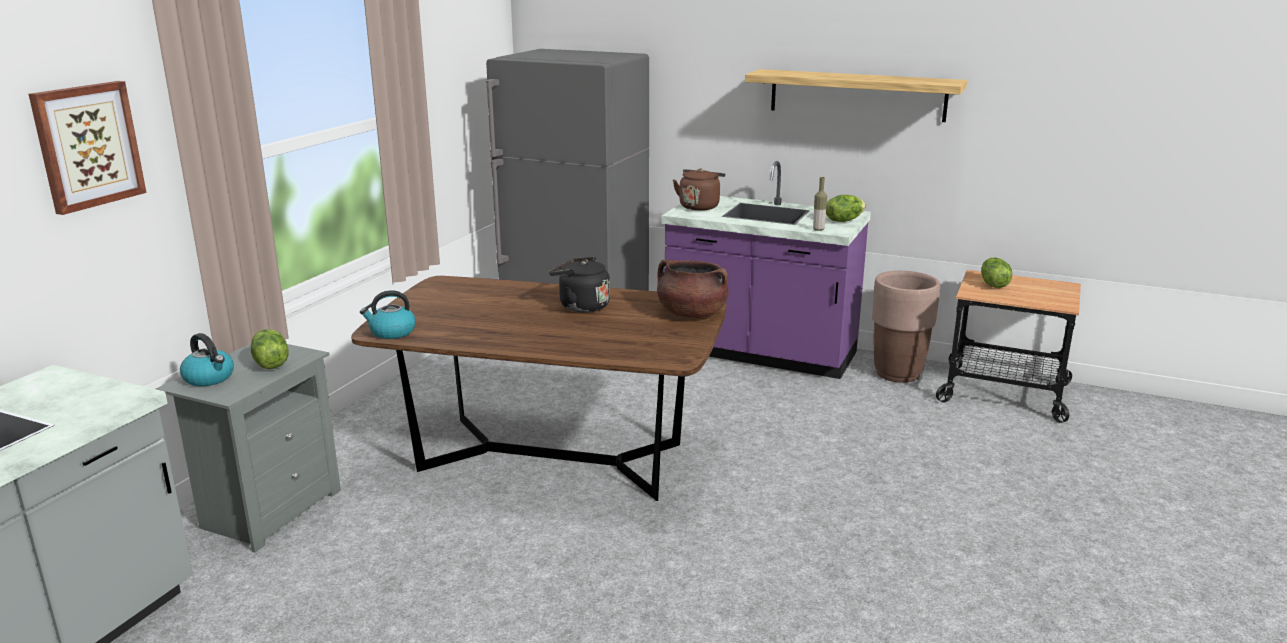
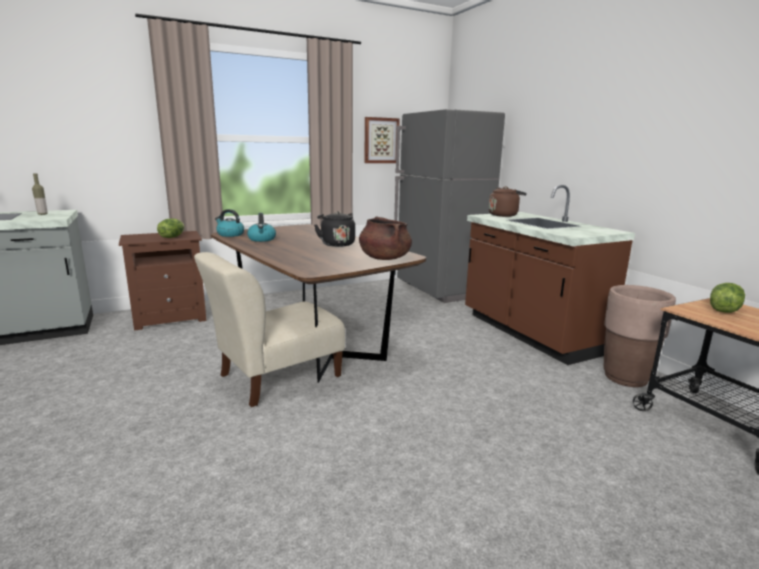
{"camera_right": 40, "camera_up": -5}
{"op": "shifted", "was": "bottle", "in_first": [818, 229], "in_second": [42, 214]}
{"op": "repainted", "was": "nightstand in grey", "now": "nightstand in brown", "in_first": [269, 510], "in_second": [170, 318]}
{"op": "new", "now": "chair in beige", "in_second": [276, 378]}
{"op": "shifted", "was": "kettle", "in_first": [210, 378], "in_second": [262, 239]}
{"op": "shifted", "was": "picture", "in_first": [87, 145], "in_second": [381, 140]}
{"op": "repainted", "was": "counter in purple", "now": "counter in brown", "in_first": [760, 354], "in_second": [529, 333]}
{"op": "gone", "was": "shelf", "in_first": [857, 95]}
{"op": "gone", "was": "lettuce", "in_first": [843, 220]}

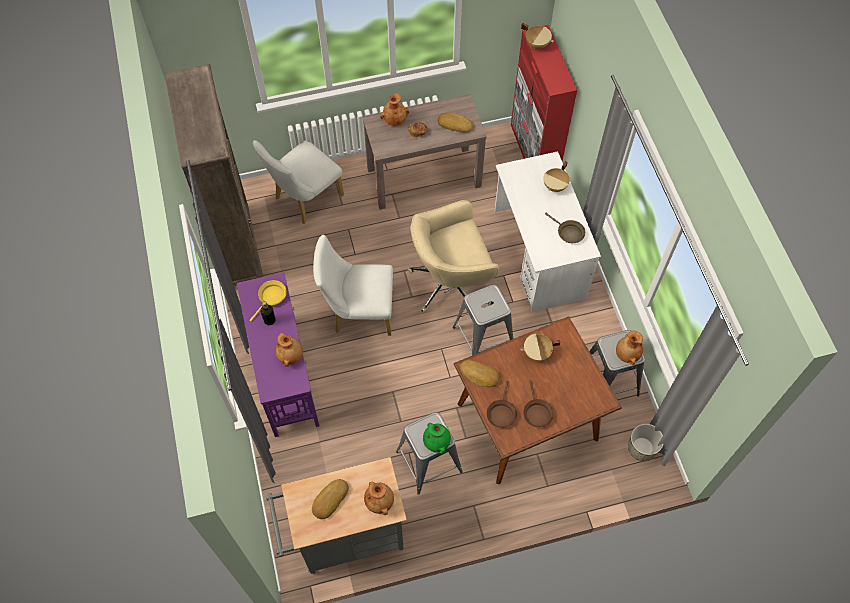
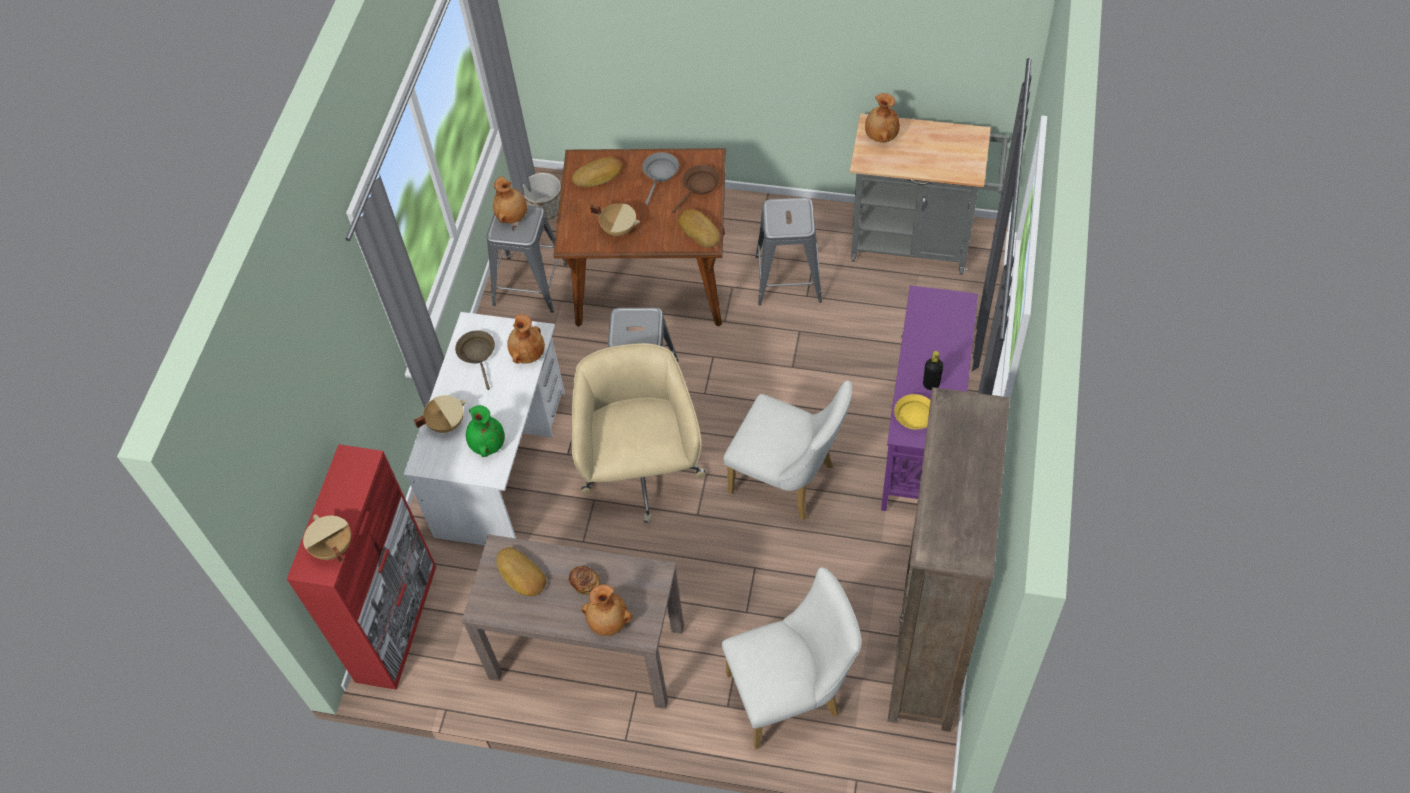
{"camera_right": -150, "camera_up": -5}
{"op": "shifted", "was": "vase in green", "in_first": [437, 442], "in_second": [487, 444]}
{"op": "shifted", "was": "vase in brown", "in_first": [291, 356], "in_second": [527, 353]}
{"op": "rotated", "was": "office chair in beige", "in_first": [451, 282], "in_second": [642, 472], "clockwise": -105}
{"op": "shifted", "was": "bread", "in_first": [329, 499], "in_second": [598, 175]}
{"op": "repainted", "was": "frying pan in brown", "now": "frying pan in grey", "in_first": [536, 412], "in_second": [660, 174]}

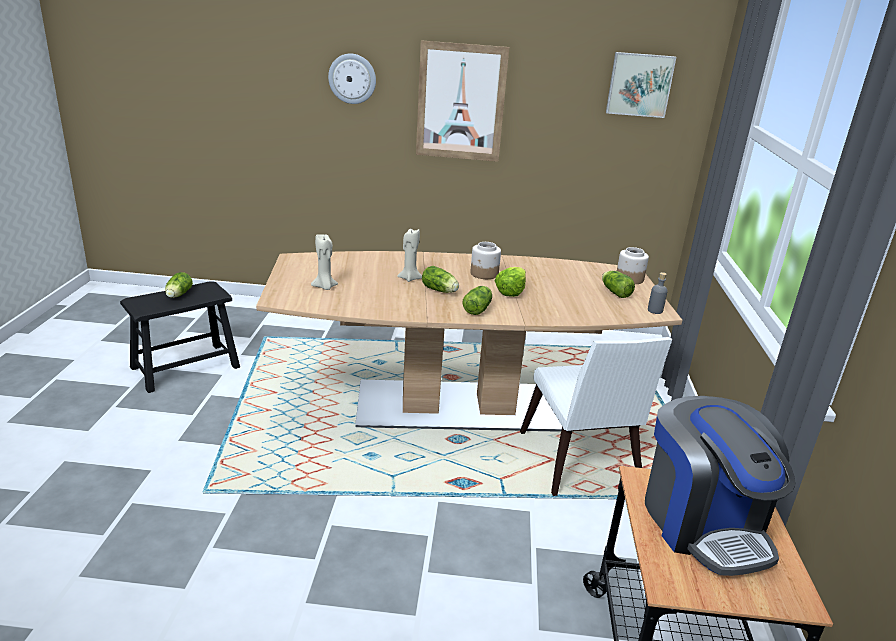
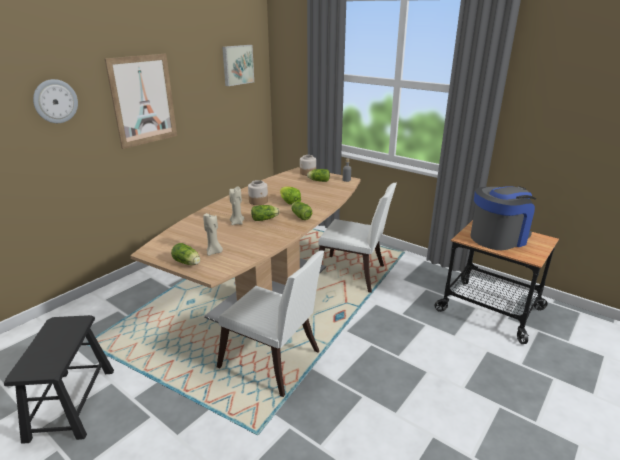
{"camera_right": -55, "camera_up": 0}
{"op": "shifted", "was": "lettuce", "in_first": [178, 295], "in_second": [188, 263]}
{"op": "new", "now": "chair in white", "in_second": [274, 363]}
{"op": "rotated", "was": "coffee machine", "in_first": [703, 523], "in_second": [498, 238], "clockwise": -45}

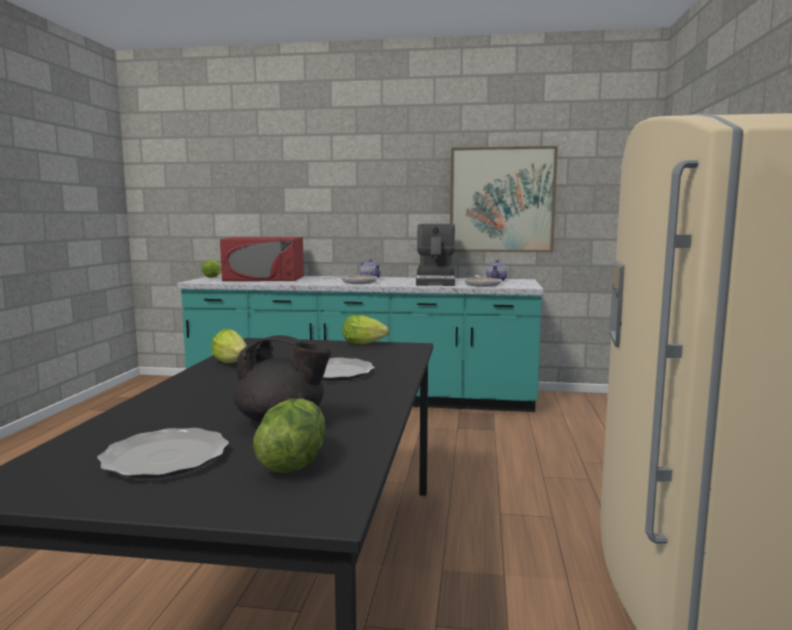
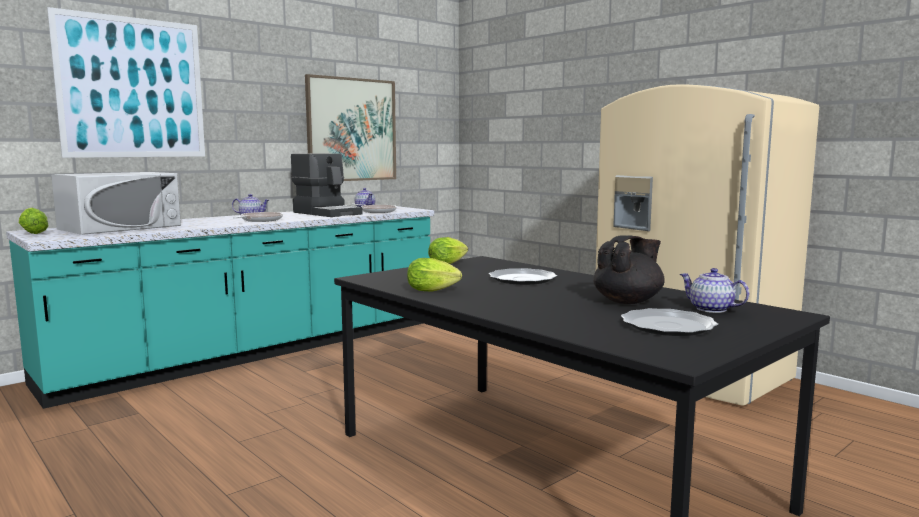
{"camera_right": -50, "camera_up": 0}
{"op": "new", "now": "picture", "in_second": [132, 88]}
{"op": "repainted", "was": "microwave in red", "now": "microwave in white", "in_first": [264, 278], "in_second": [120, 227]}
{"op": "swapped", "was": "lettuce", "now": "teapot", "in_first": [292, 462], "in_second": [711, 309]}

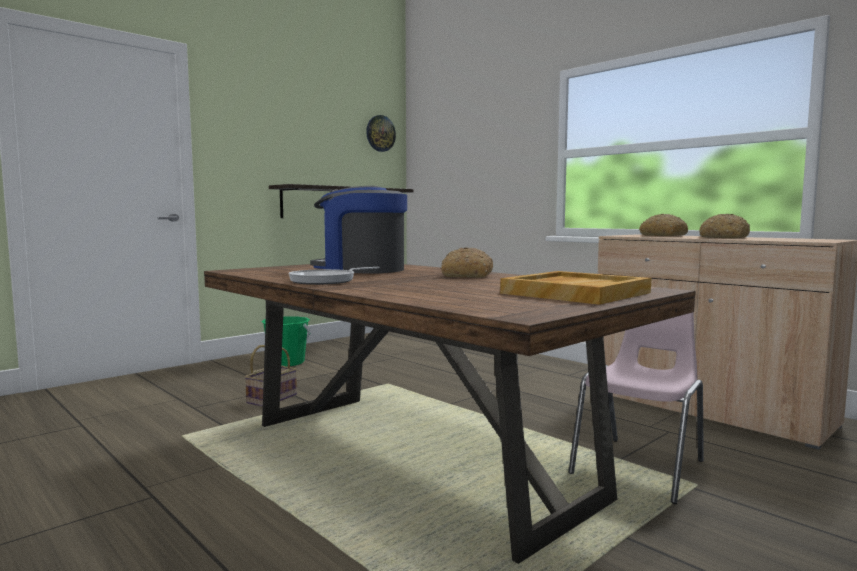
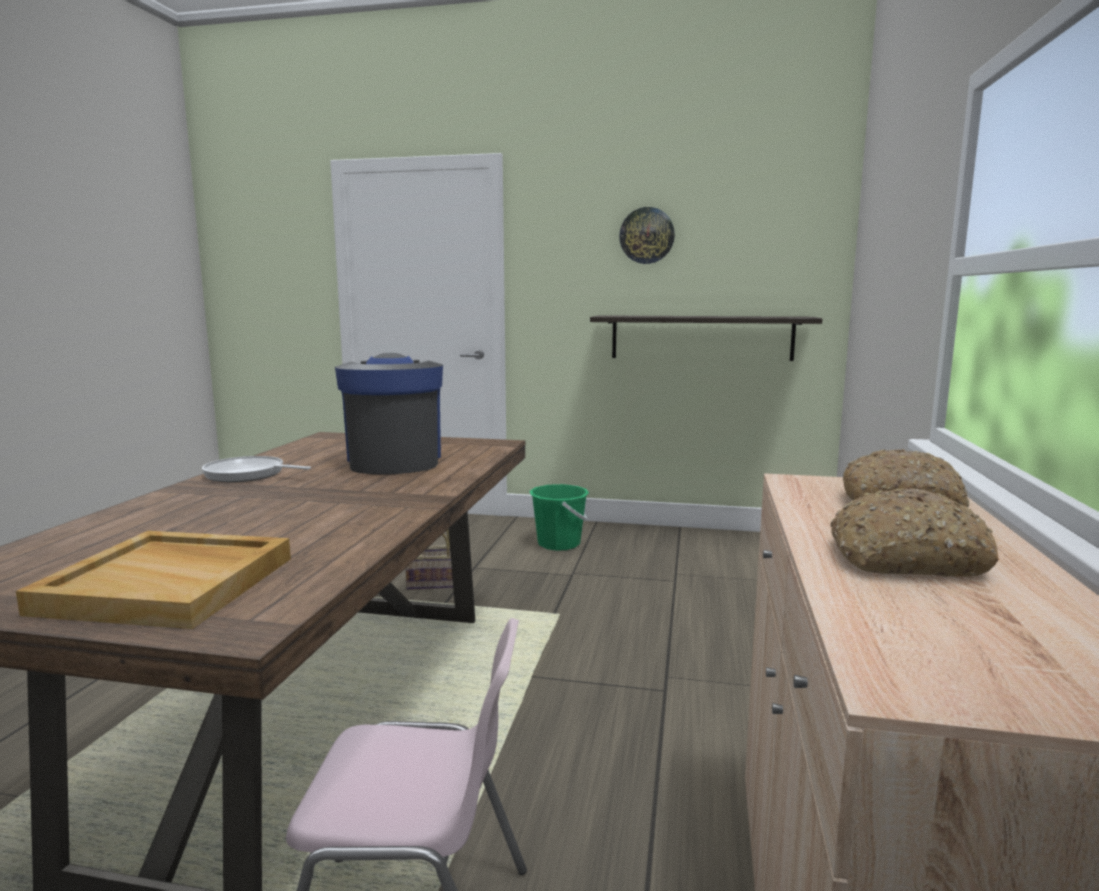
{"camera_right": 55, "camera_up": 5}
{"op": "shifted", "was": "wall clock", "in_first": [380, 133], "in_second": [647, 235]}
{"op": "gone", "was": "bread", "in_first": [467, 275]}

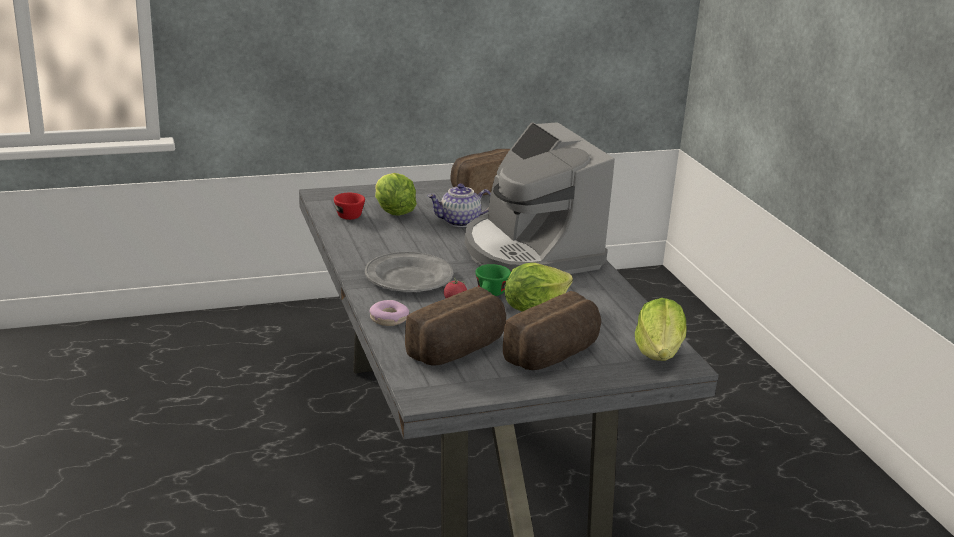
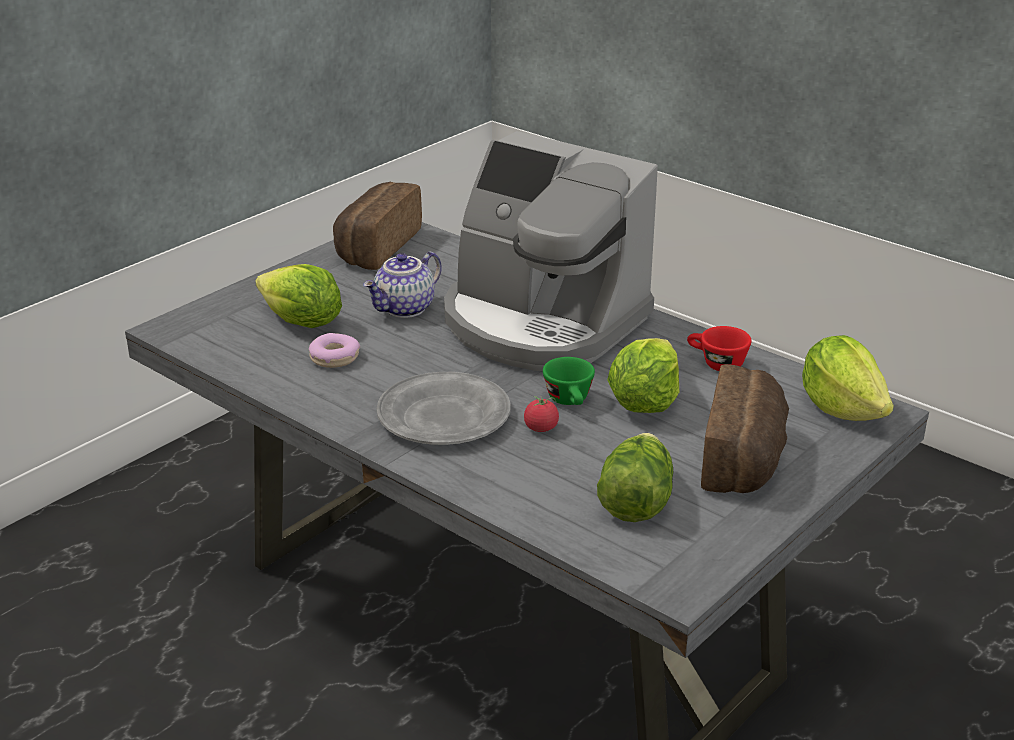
{"camera_right": -30, "camera_up": 5}
{"op": "shifted", "was": "donut", "in_first": [389, 319], "in_second": [335, 358]}
{"op": "swapped", "was": "bread", "now": "lettuce", "in_first": [459, 351], "in_second": [635, 499]}
{"op": "shifted", "was": "cup in red", "in_first": [347, 215], "in_second": [716, 363]}

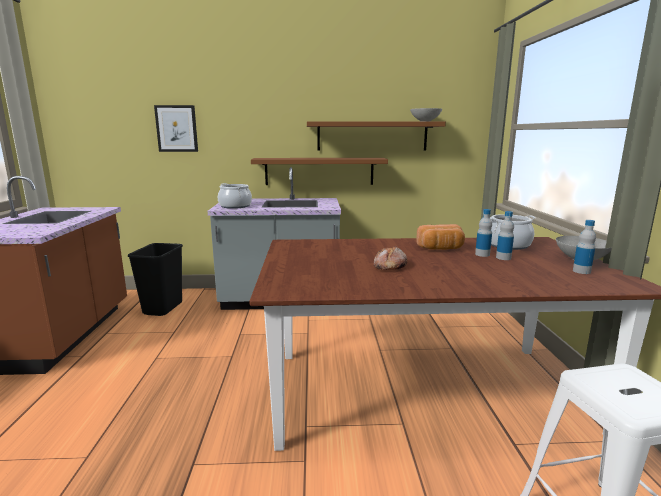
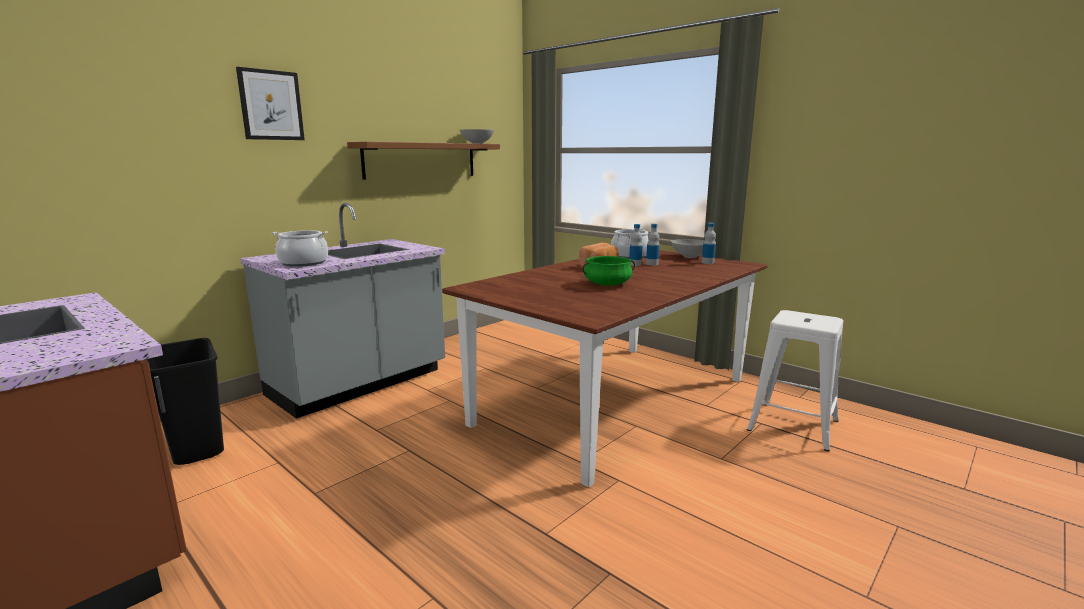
{"camera_right": -45, "camera_up": 0}
{"op": "shifted", "was": "picture", "in_first": [176, 128], "in_second": [271, 105]}
{"op": "swapped", "was": "bread", "now": "cooking pot in green", "in_first": [389, 266], "in_second": [607, 284]}
{"op": "gone", "was": "shelf in brown", "in_first": [319, 171]}

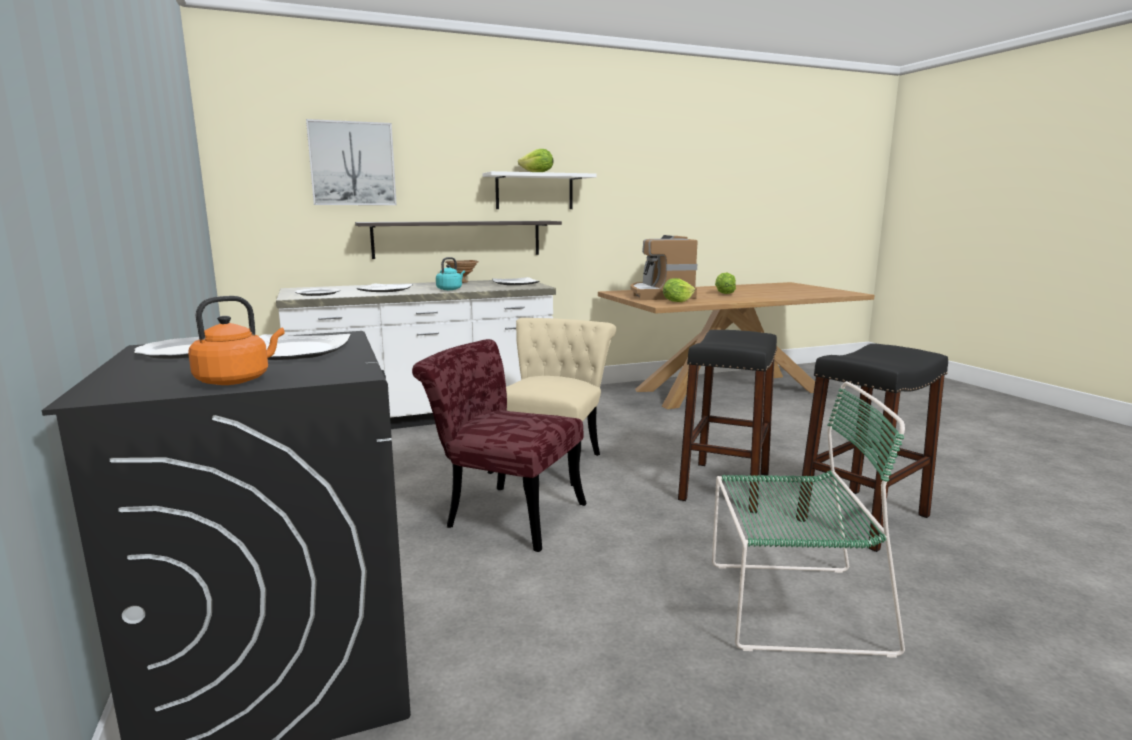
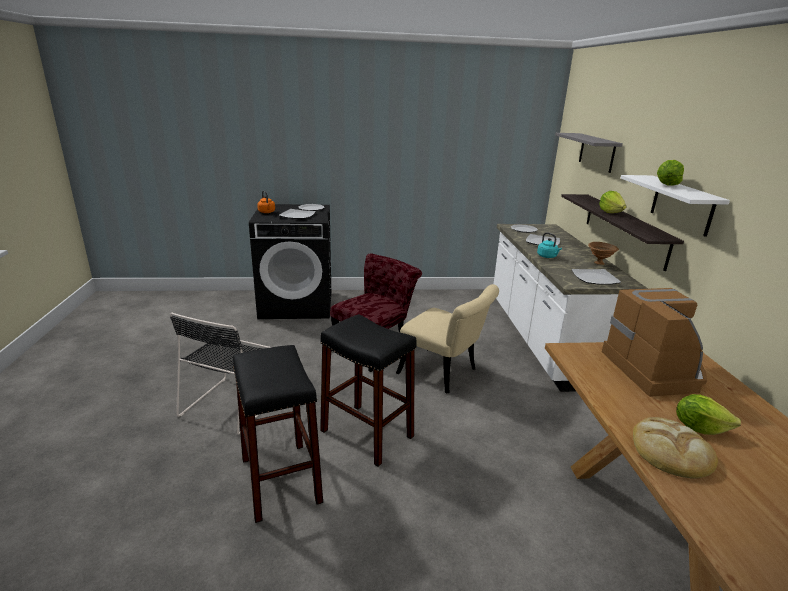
{"camera_right": 105, "camera_up": 10}
{"op": "repainted", "was": "chair in green", "now": "chair in black", "in_first": [789, 606], "in_second": [233, 402]}
{"op": "swapped", "was": "picture", "now": "shelf in grey", "in_first": [352, 164], "in_second": [597, 152]}
{"op": "shifted", "was": "lettuce", "in_first": [677, 301], "in_second": [610, 212]}
{"op": "rotated", "was": "coffee machine", "in_first": [659, 295], "in_second": [654, 369], "clockwise": 75}
{"op": "new", "now": "bread", "in_second": [670, 451]}

